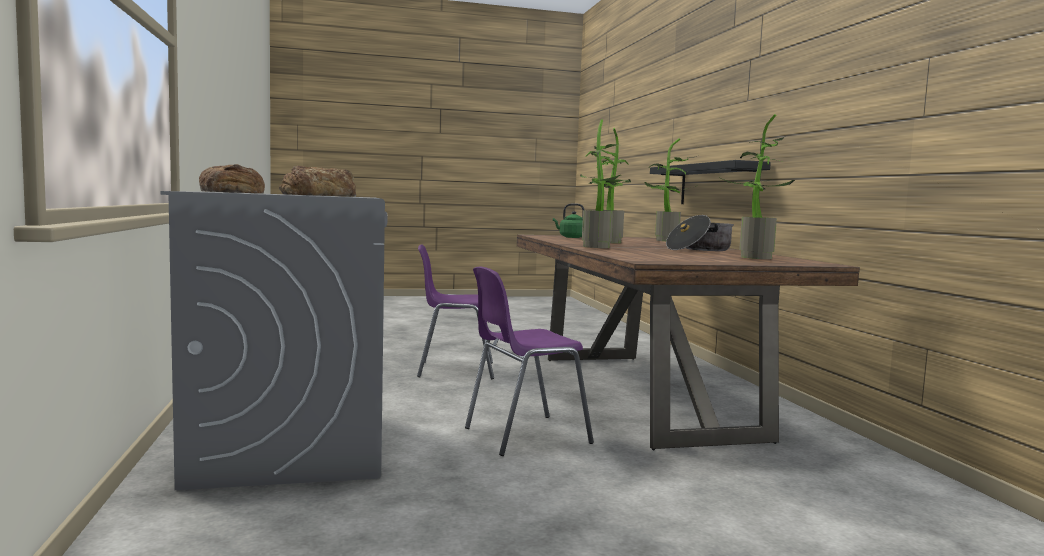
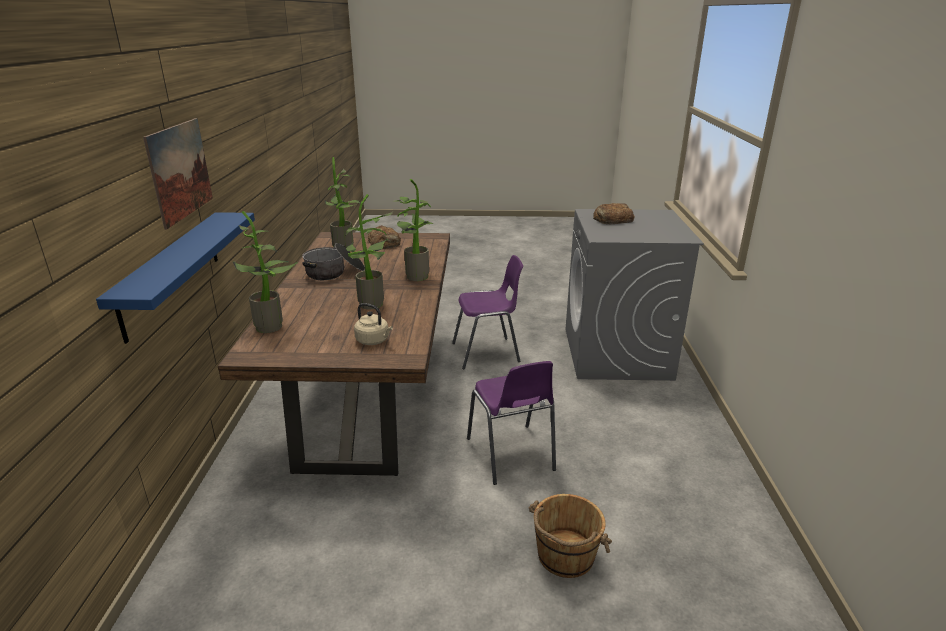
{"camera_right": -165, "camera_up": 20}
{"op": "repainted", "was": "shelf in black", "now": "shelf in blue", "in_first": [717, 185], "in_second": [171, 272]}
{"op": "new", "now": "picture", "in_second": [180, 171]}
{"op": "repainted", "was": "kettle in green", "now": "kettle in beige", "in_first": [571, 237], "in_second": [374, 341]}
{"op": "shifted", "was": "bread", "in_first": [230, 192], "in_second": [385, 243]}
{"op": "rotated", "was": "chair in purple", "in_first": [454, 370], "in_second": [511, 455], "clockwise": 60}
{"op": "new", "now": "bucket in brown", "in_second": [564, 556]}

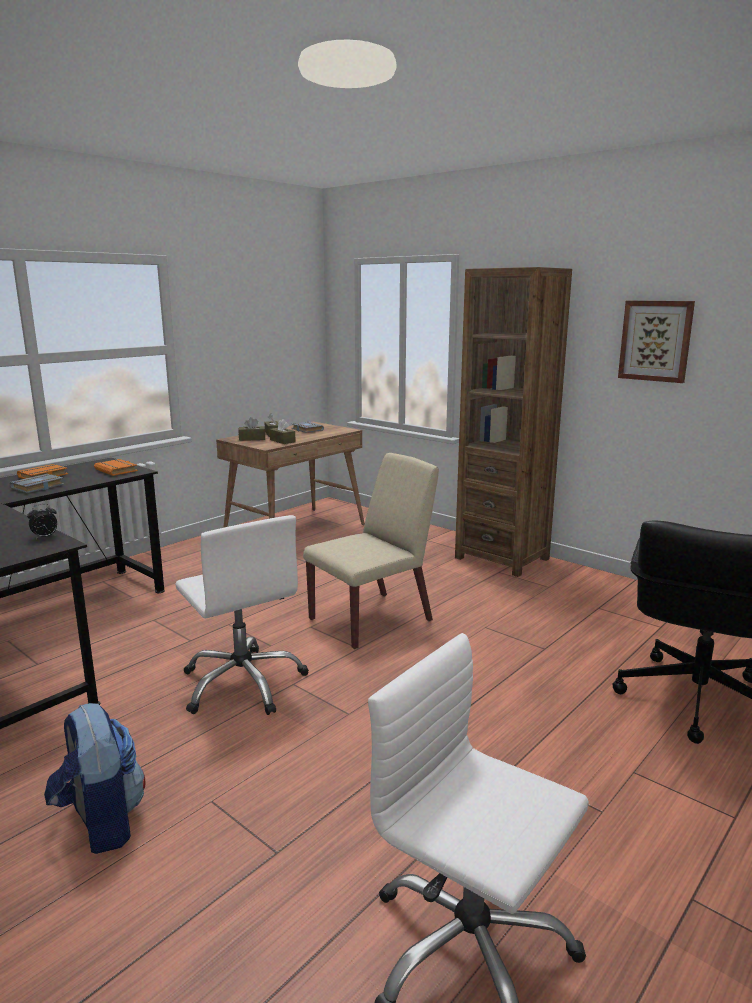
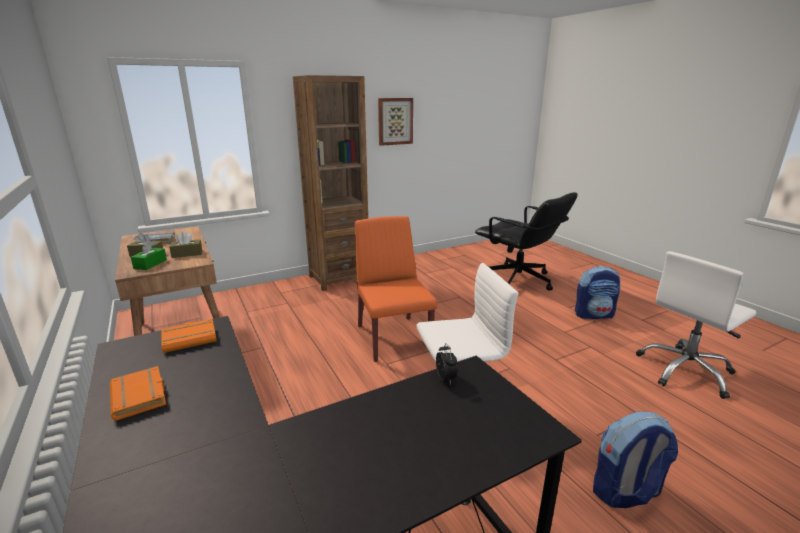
{"camera_right": -70, "camera_up": 5}
{"op": "repainted", "was": "tissue box in brown", "now": "tissue box in green", "in_first": [252, 439], "in_second": [150, 264]}
{"op": "repainted", "was": "chair in beige", "now": "chair in orange", "in_first": [372, 619], "in_second": [392, 338]}
{"op": "new", "now": "backpack", "in_second": [594, 315]}
{"op": "gone", "was": "book in grey", "in_first": [37, 487]}

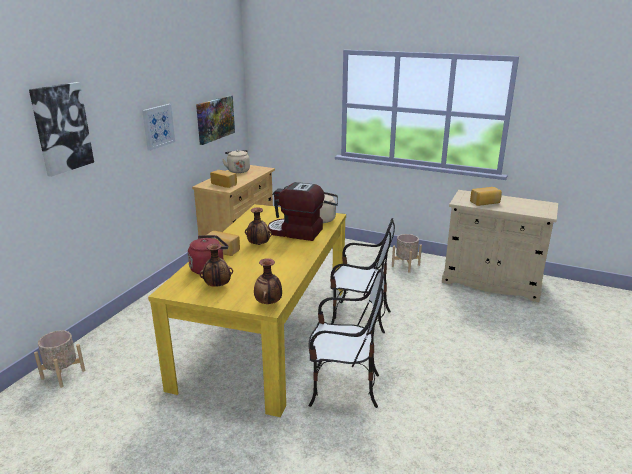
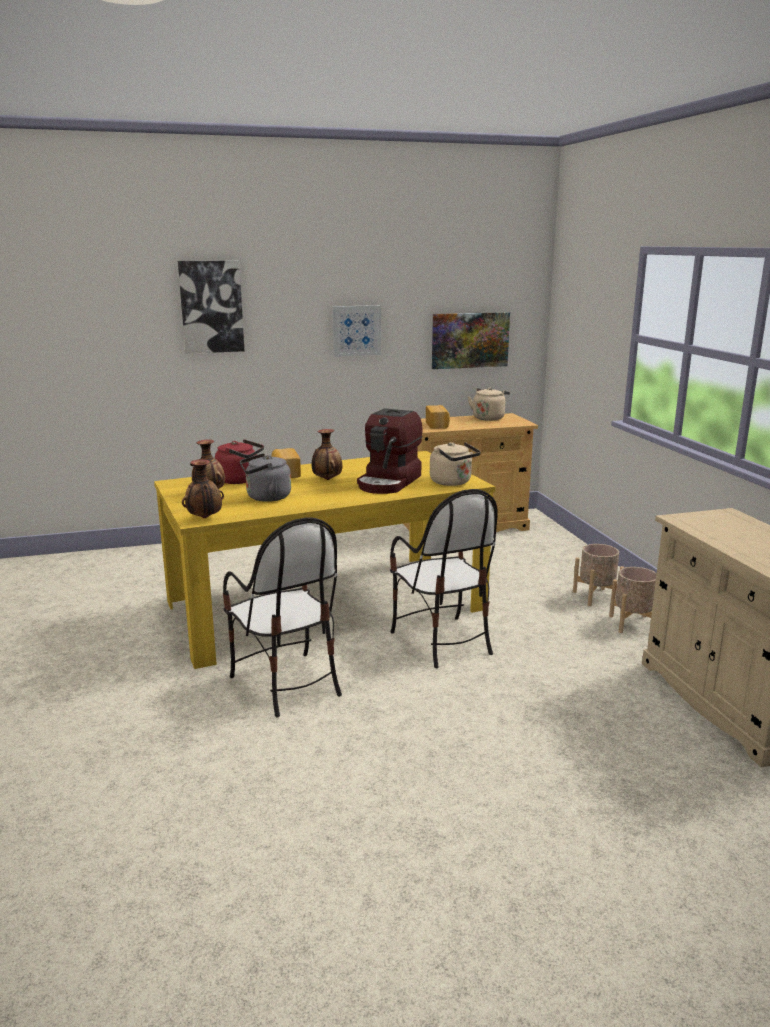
{"camera_right": 50, "camera_up": -5}
{"op": "new", "now": "kettle in grey", "in_second": [266, 498]}
{"op": "rotated", "was": "coffee machine", "in_first": [295, 232], "in_second": [389, 482], "clockwise": -135}
{"op": "shifted", "was": "planter in beige", "in_first": [63, 374], "in_second": [595, 597]}
{"op": "gone", "was": "bread", "in_first": [485, 203]}

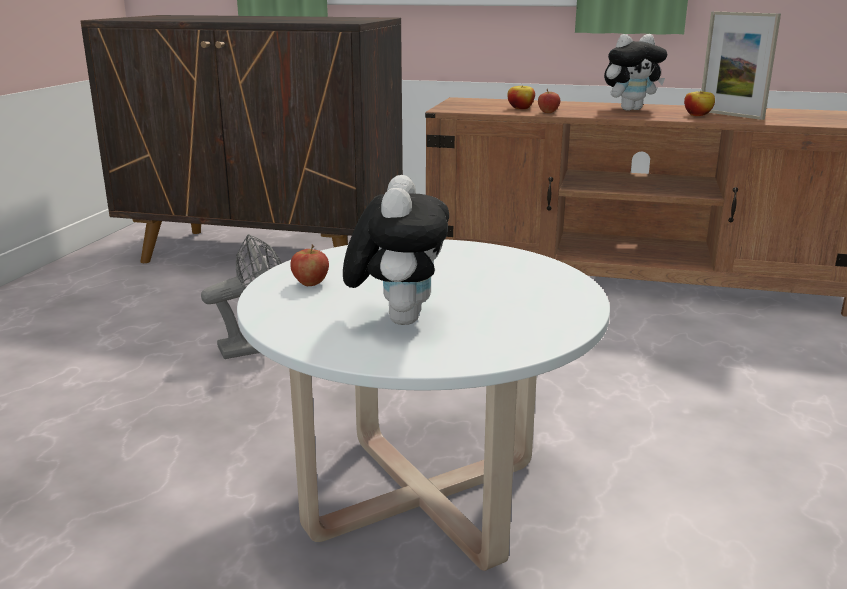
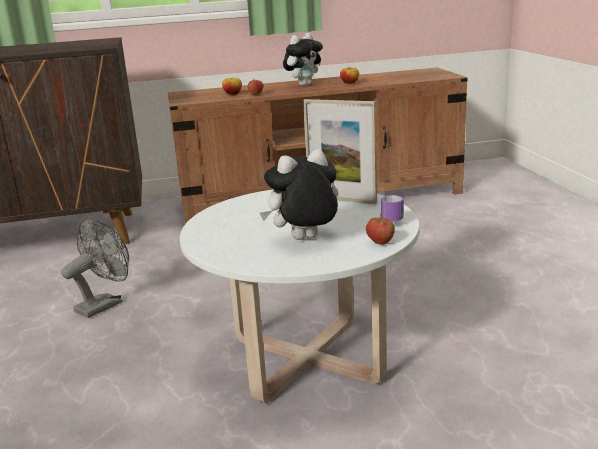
{"camera_right": -25, "camera_up": 0}
{"op": "rotated", "was": "plush toy", "in_first": [398, 318], "in_second": [304, 240], "clockwise": -90}
{"op": "shifted", "was": "picture frame", "in_first": [730, 115], "in_second": [342, 200]}
{"op": "shifted", "was": "apple", "in_first": [310, 283], "in_second": [380, 242]}
{"op": "new", "now": "mug", "in_second": [391, 219]}

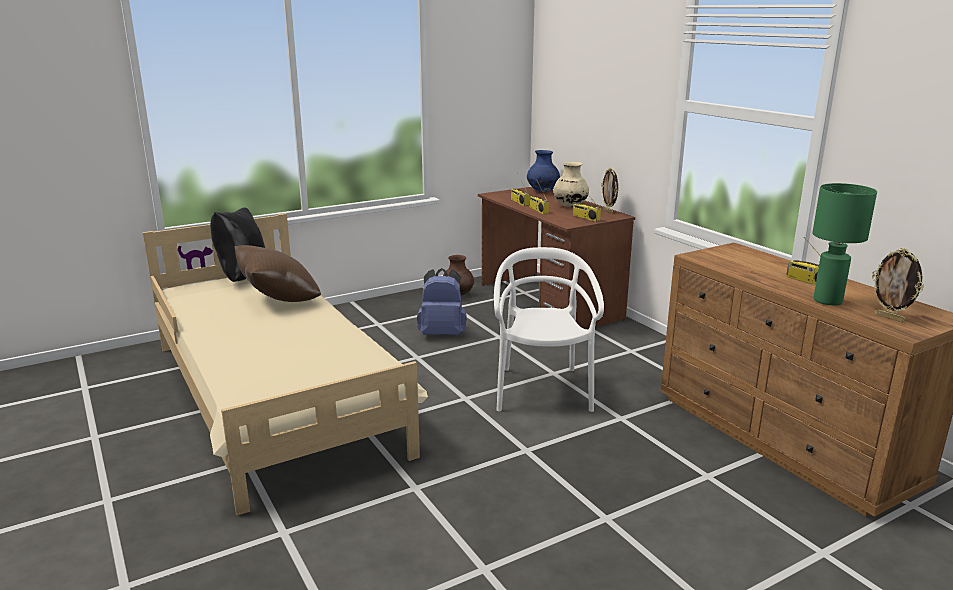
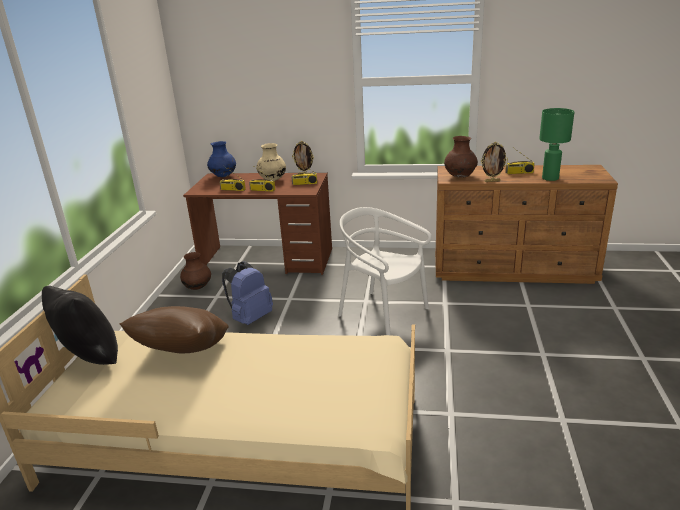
{"camera_right": -50, "camera_up": 5}
{"op": "new", "now": "vase in brown", "in_second": [460, 176]}
{"op": "shifted", "was": "picture frame", "in_first": [890, 318], "in_second": [492, 181]}

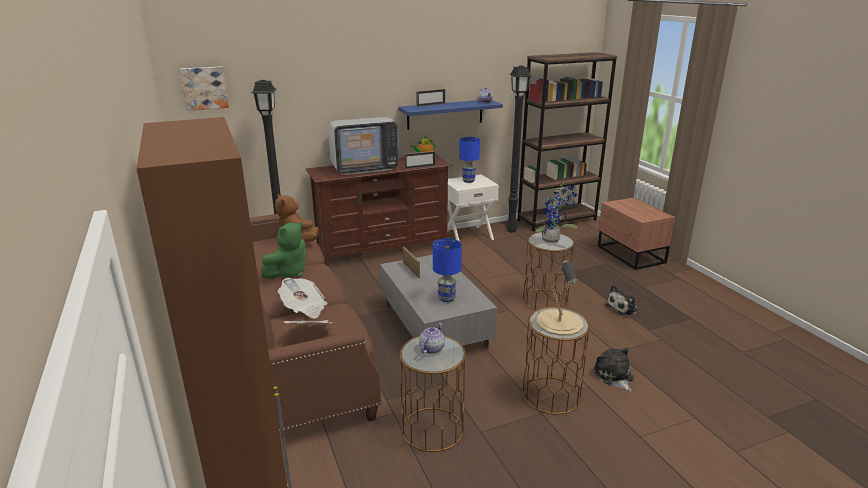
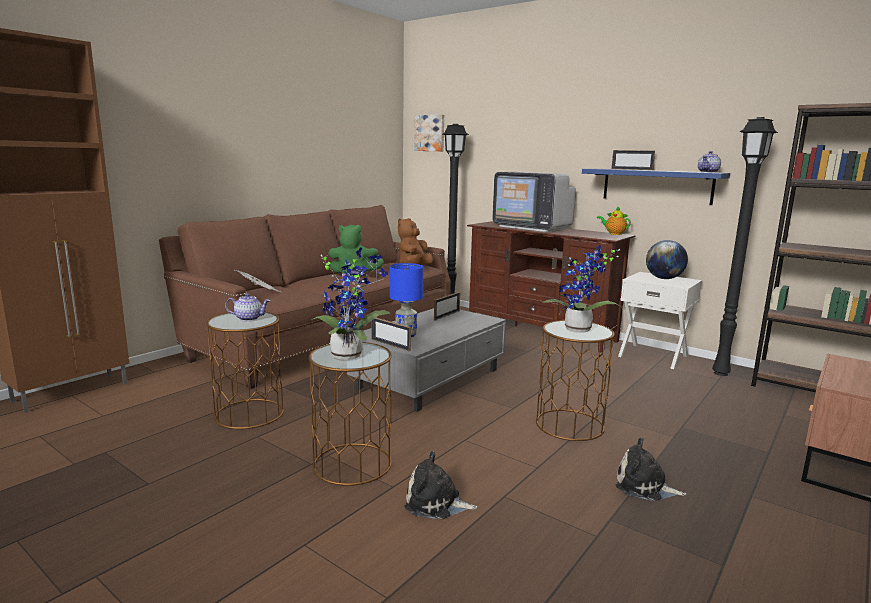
{"camera_right": 60, "camera_up": -10}
{"op": "swapped", "was": "table lamp in beige", "now": "potted plant", "in_first": [559, 322], "in_second": [349, 354]}
{"op": "shifted", "was": "picture frame", "in_first": [420, 167], "in_second": [390, 345]}
{"op": "rotated", "was": "plush toy", "in_first": [614, 376], "in_second": [436, 503], "clockwise": -120}
{"op": "swapped", "was": "table lamp in blue", "now": "globe", "in_first": [469, 181], "in_second": [664, 278]}
{"op": "gone", "was": "newspaper", "in_first": [304, 308]}

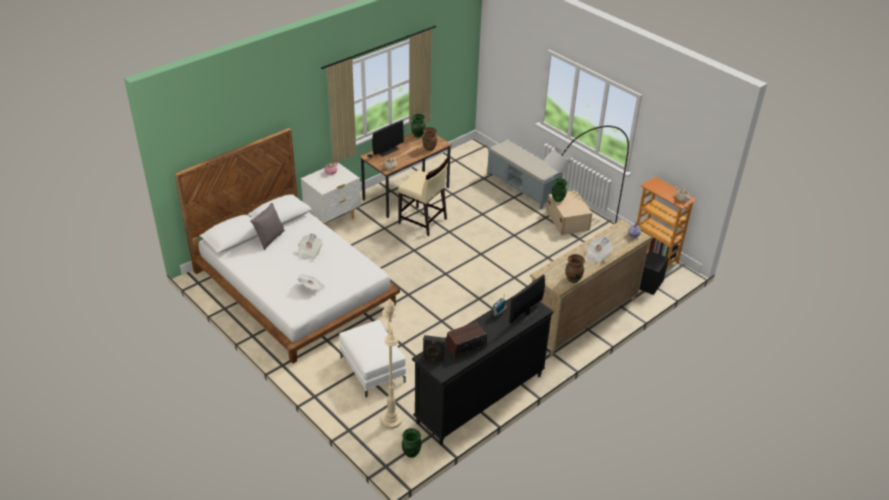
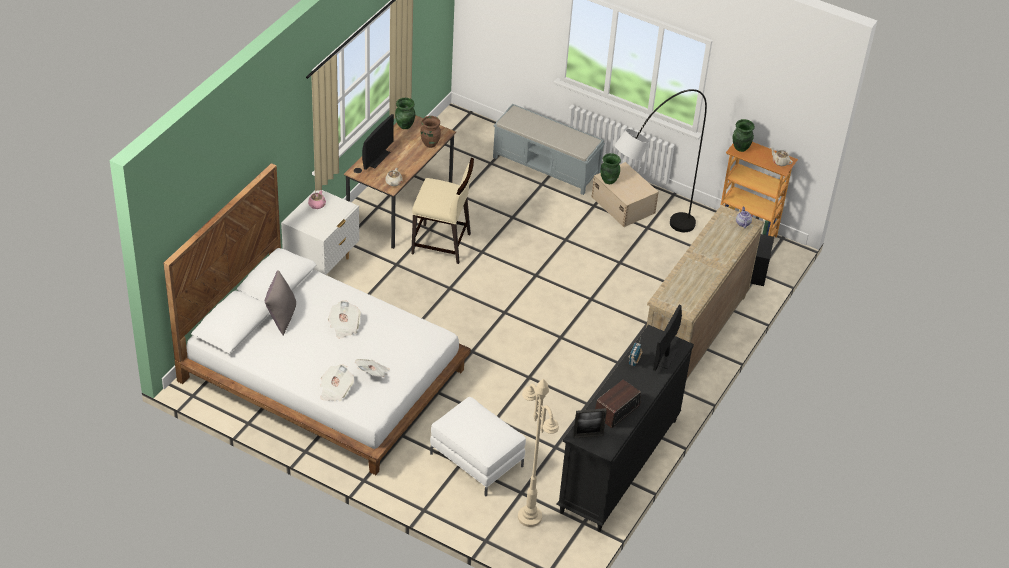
{"camera_right": -20, "camera_up": 5}
{"op": "shifted", "was": "newspaper", "in_first": [597, 256], "in_second": [335, 390]}
{"op": "swapped", "was": "speaker in black", "now": "picture frame", "in_first": [433, 359], "in_second": [588, 435]}
{"op": "shifted", "was": "vase in green", "in_first": [411, 453], "in_second": [740, 148]}
{"op": "gone", "was": "vase in brown", "in_first": [573, 279]}

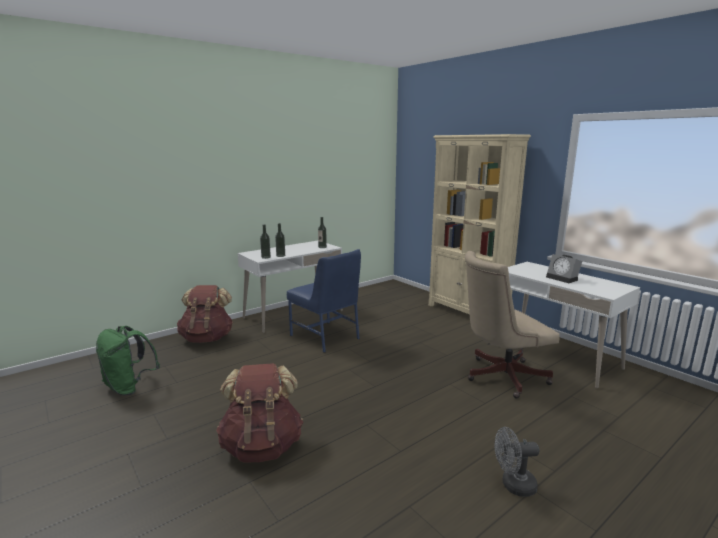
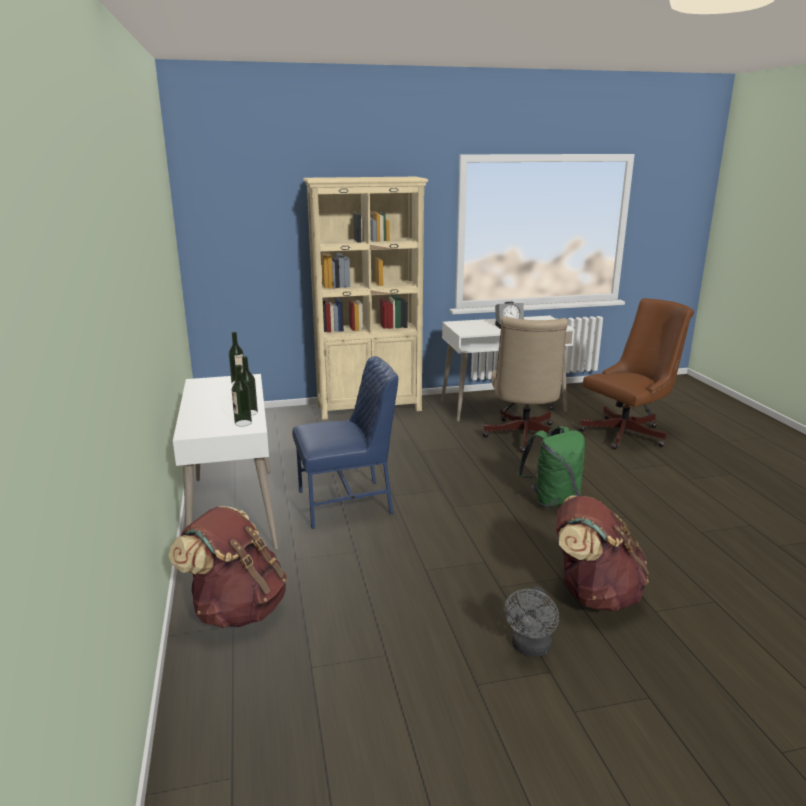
{"camera_right": -65, "camera_up": 5}
{"op": "shifted", "was": "fan in grey", "in_first": [513, 485], "in_second": [530, 648]}
{"op": "shifted", "was": "backpack in green", "in_first": [129, 387], "in_second": [551, 500]}
{"op": "new", "now": "office chair in brown", "in_second": [628, 433]}

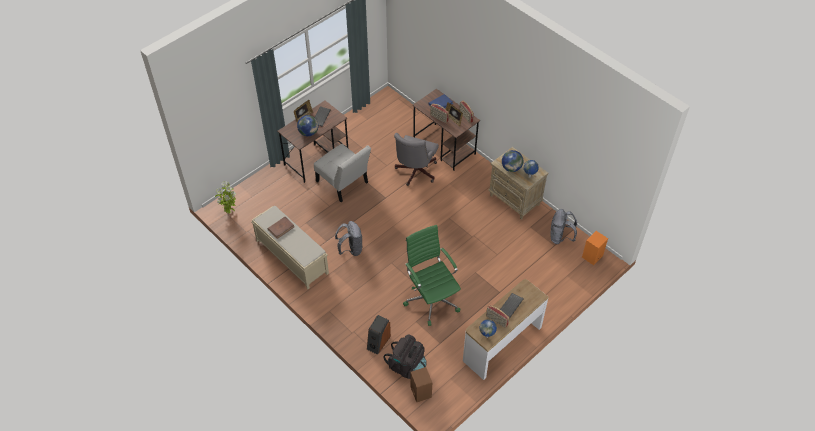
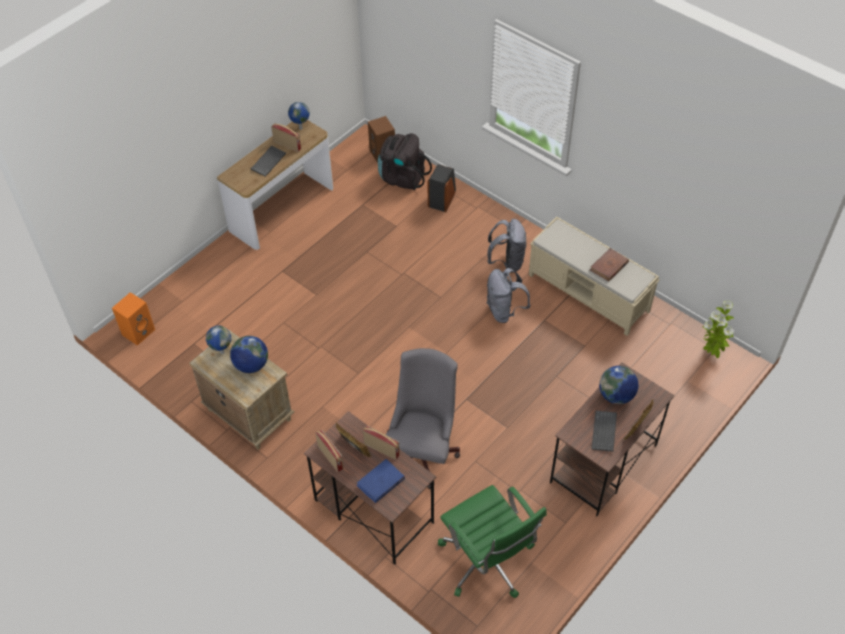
{"camera_right": 175, "camera_up": 0}
{"op": "shifted", "was": "office chair in green", "in_first": [431, 298], "in_second": [488, 562]}
{"op": "shifted", "was": "backpack in grey", "in_first": [560, 237], "in_second": [507, 262]}
{"op": "gone", "was": "chair in white", "in_first": [344, 184]}

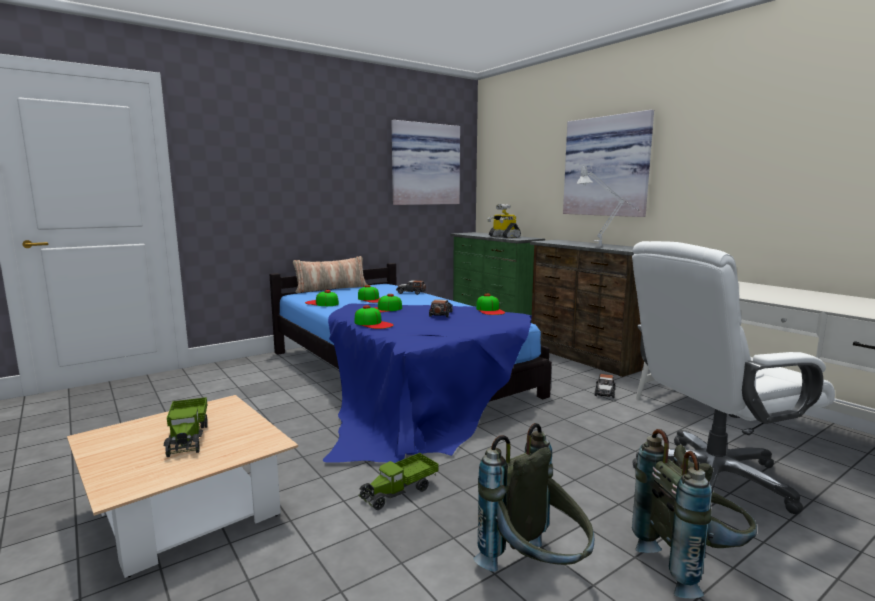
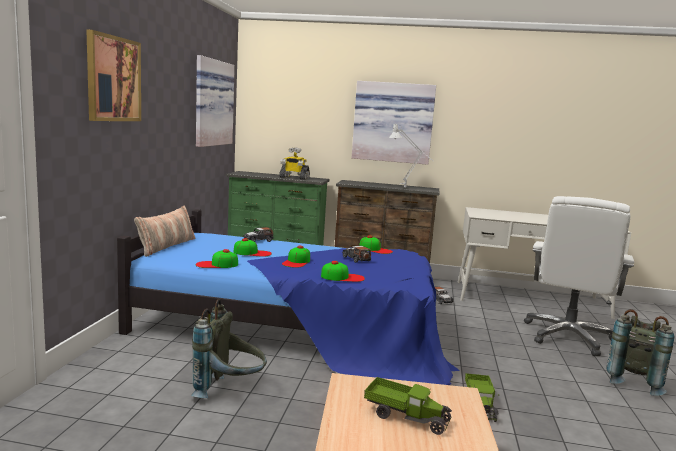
{"camera_right": -45, "camera_up": 0}
{"op": "new", "now": "picture", "in_second": [113, 79]}
{"op": "shifted", "was": "backpack in grey", "in_first": [536, 572], "in_second": [229, 391]}

